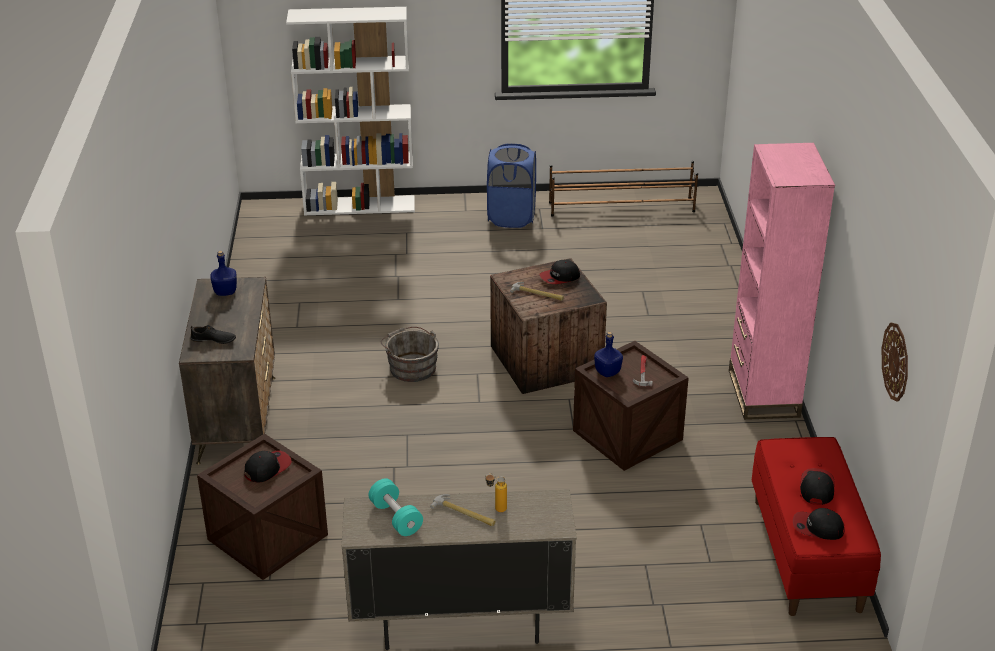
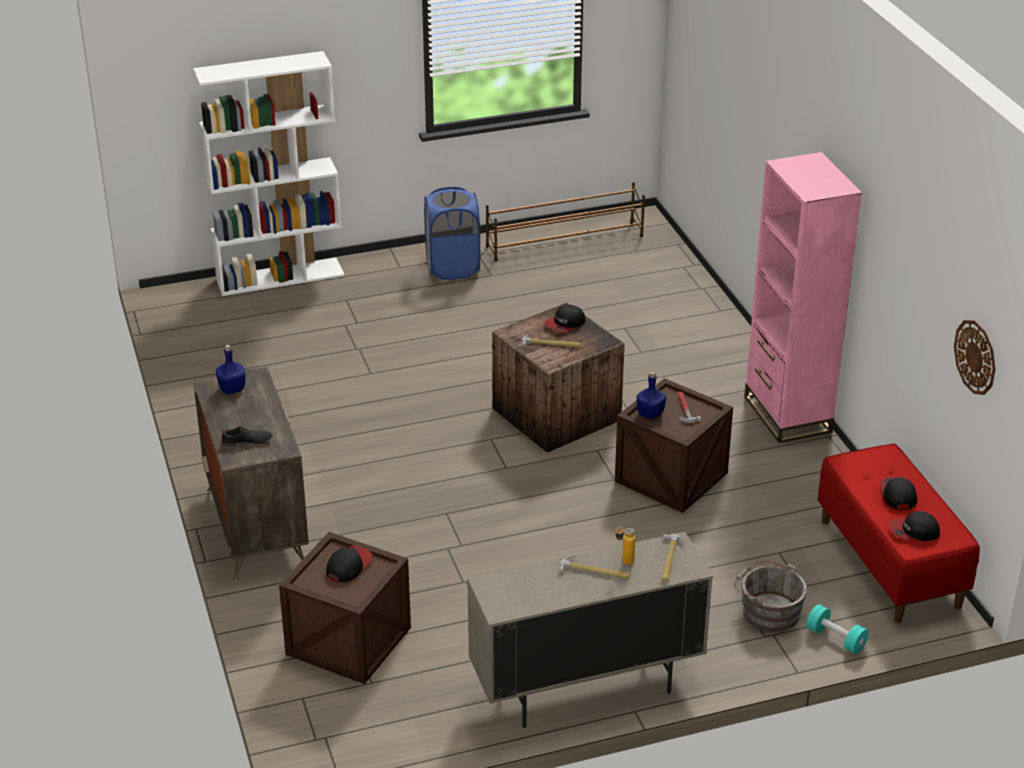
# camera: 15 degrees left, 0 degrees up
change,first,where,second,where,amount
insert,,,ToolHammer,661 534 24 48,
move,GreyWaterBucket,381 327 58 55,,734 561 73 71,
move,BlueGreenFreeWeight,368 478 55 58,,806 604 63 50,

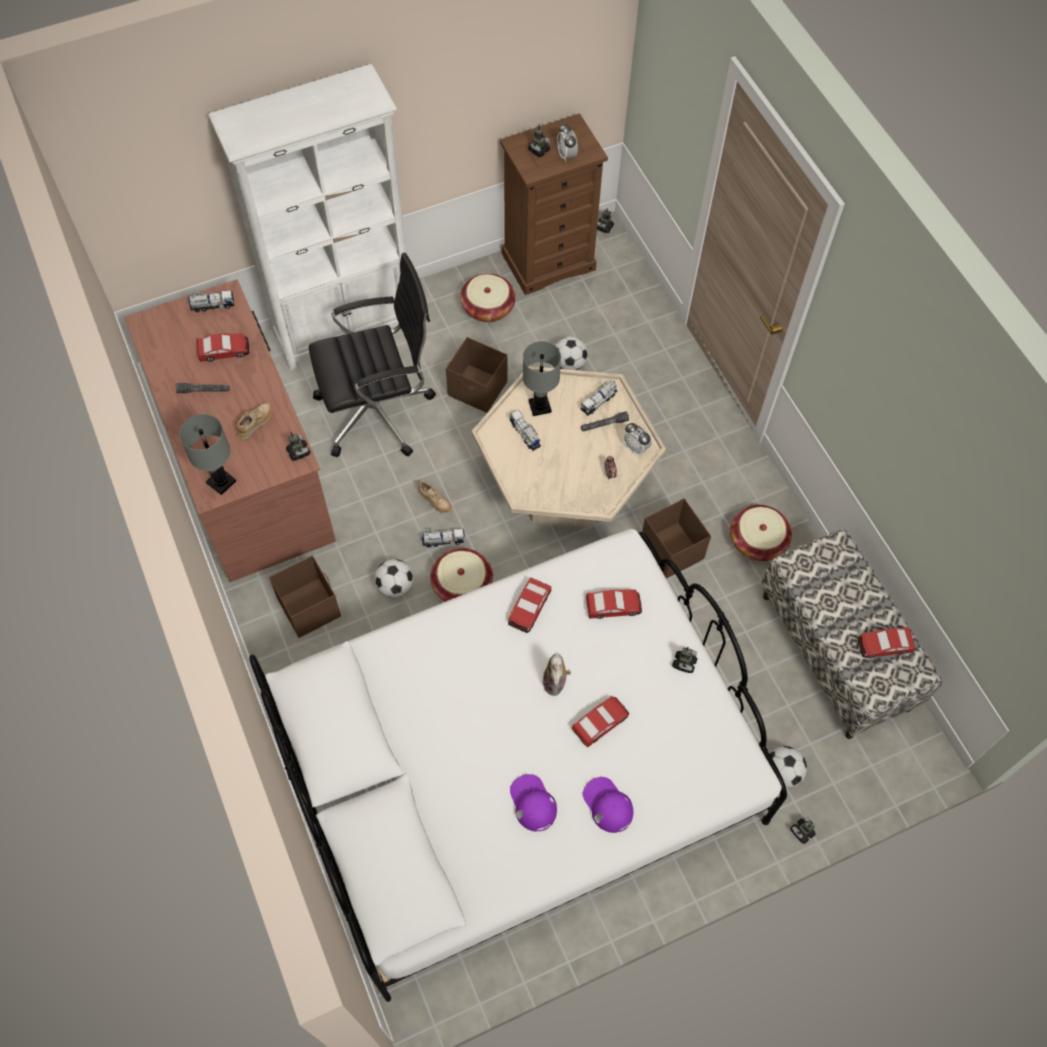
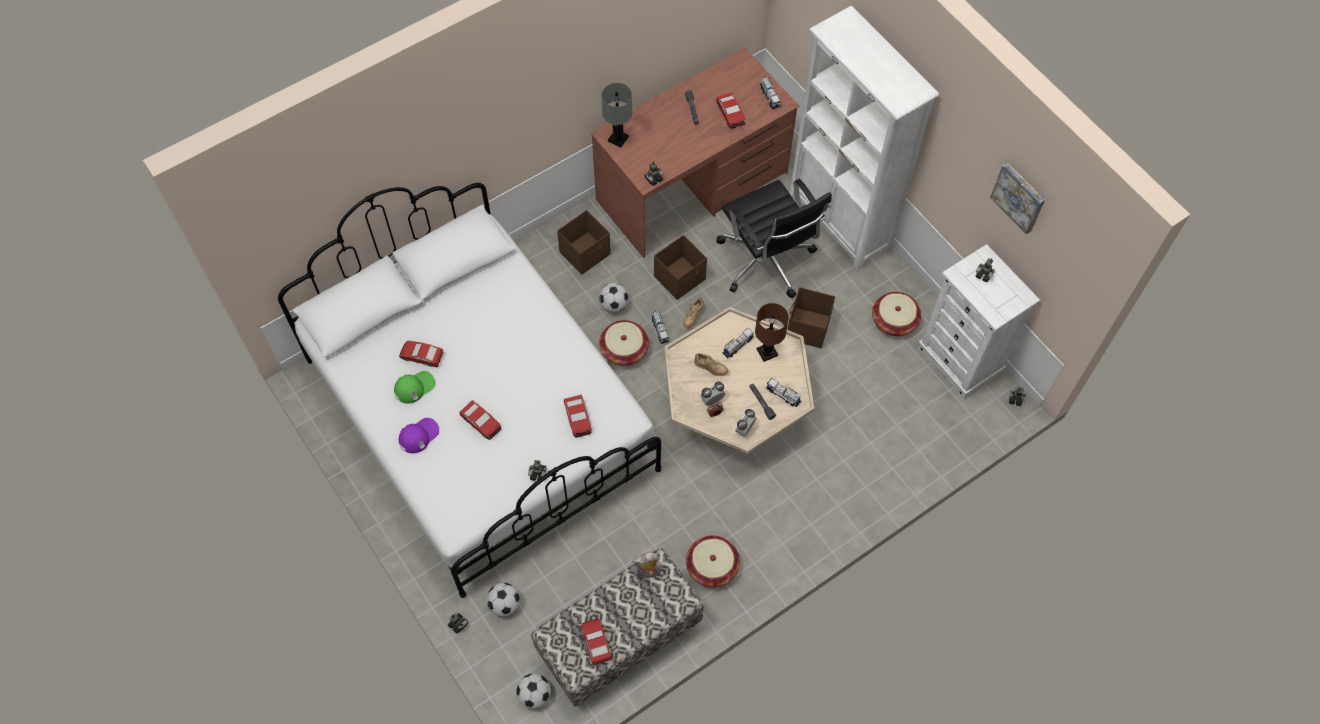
# camera: 80 degrees right, 0 degrees up
change,first,where,second,where,amount
recolor,PurplishBaseballCap,510 774 47 58,GreenishBaseballCap,394 371 41 33,
move,ToyCar,508 577 43 56,,399 340 45 27,
move,FootballBall,555 336 33 34,,516 673 35 36,
move,PlushToy,542 653 29 43,,632 552 29 26,
move,BrownStorageContainer,642 498 69 81,,654 235 53 65,
move,SandColouredItemOfFootwear,237 402 35 38,,694 353 34 23,
move,TableClock,557 124 21 38,,700 382 25 24,
recolor,GreyLampForATable,522 341 39 75,BrownLampForATable,755 303 34 59,
recolor,BrownDresser,500 113 108 182,WhiteDresser,917 244 123 155,
insert,,,Picture,990 162 55 73,

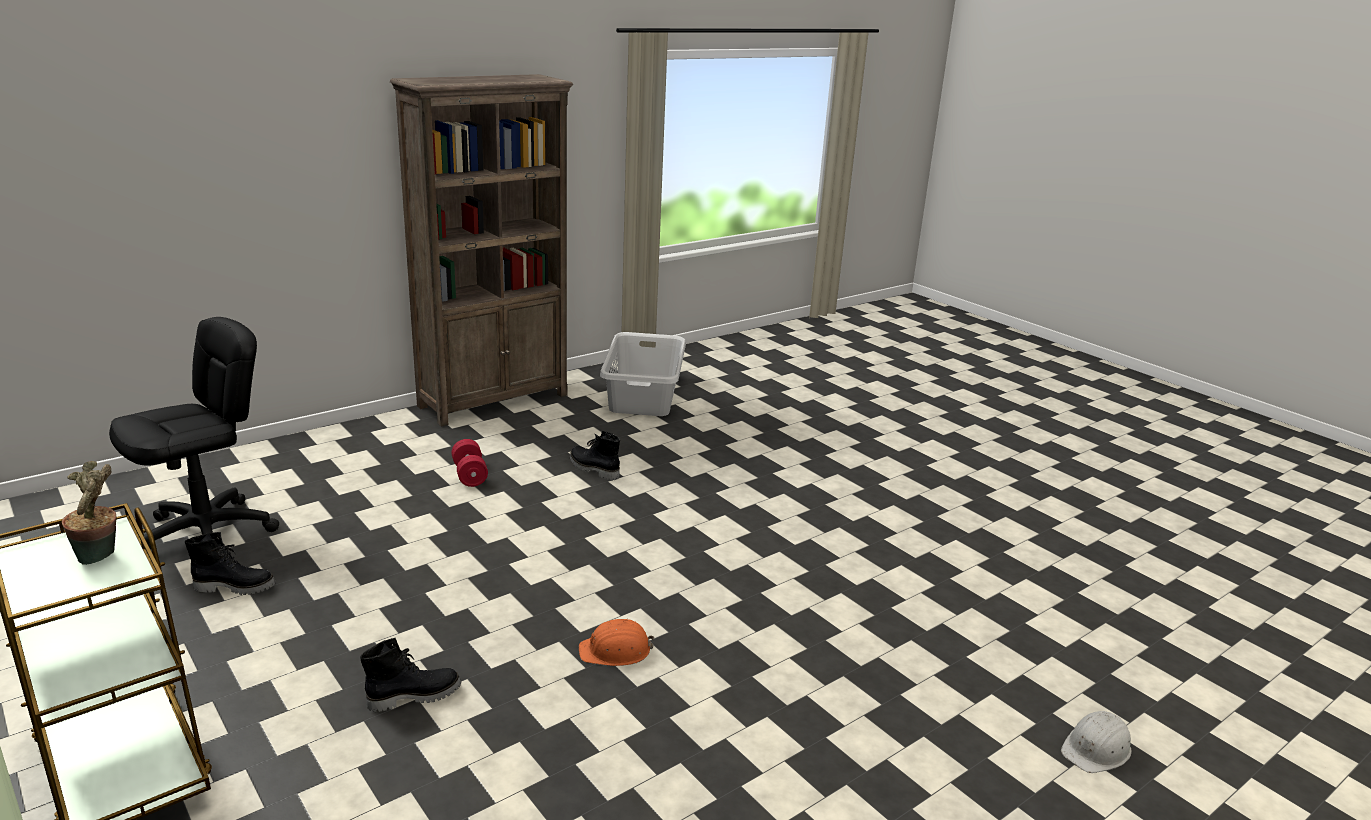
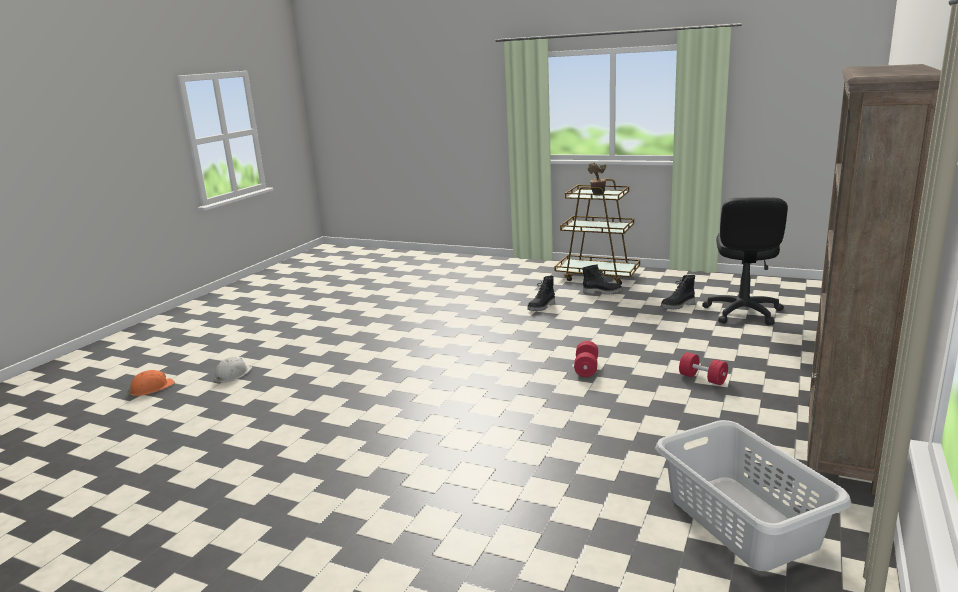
# camera: 155 degrees right, 5 degrees down
change,first,where,second,where,amount
move,OrangeSafetyHelmet,579 619 75 47,,127 370 48 26,
insert,,,ReddishFreeWeight,574 341 24 36,
move,BlackTallBoot,570 431 50 50,,582 264 41 31,

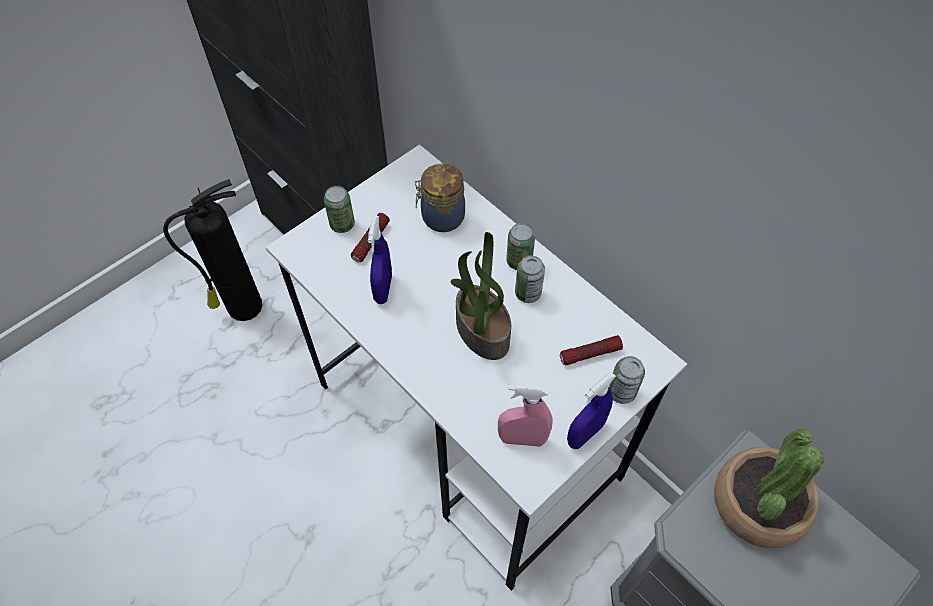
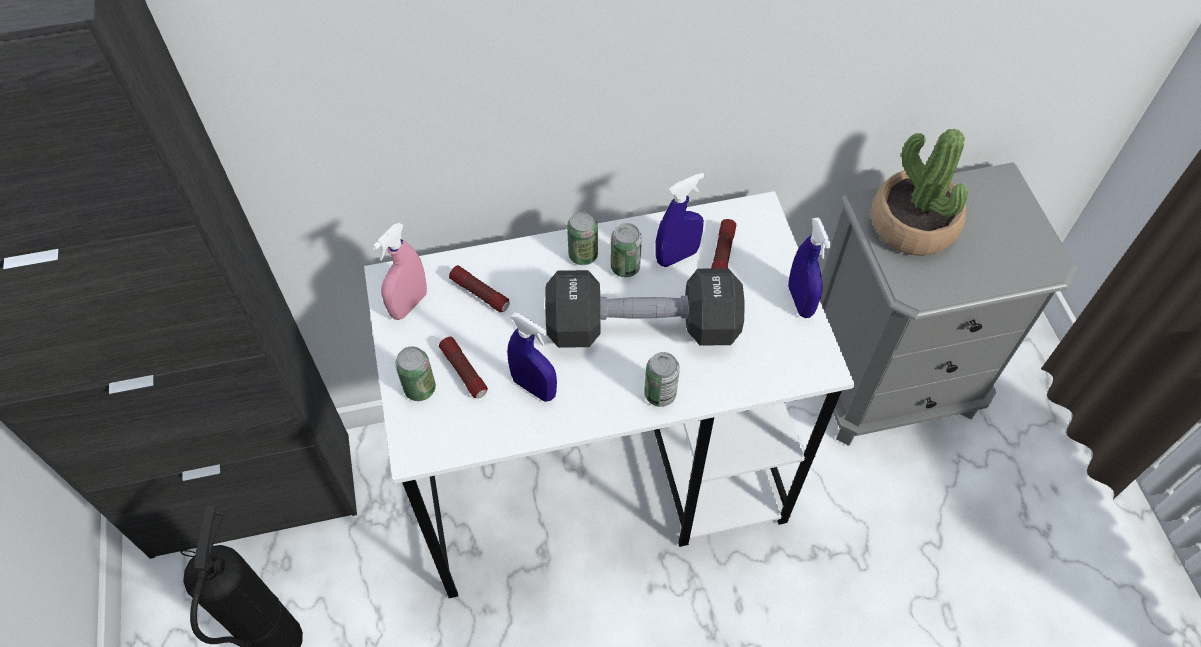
# camera: 60 degrees left, 0 degrees up
change,first,where,second,where,amount
move,PinkSprayBottle,498 384 55 63,,372 223 55 97,
replace,StorageJar,415 164 50 68,Torch,449 265 61 47,
replace,Houseplant,451 232 60 128,BlackFreeWeight,545 268 200 80,
move,MetalCan,609 356 36 48,,644 352 36 55,
insert,,,BluishSprayBottle,655 173 49 94,

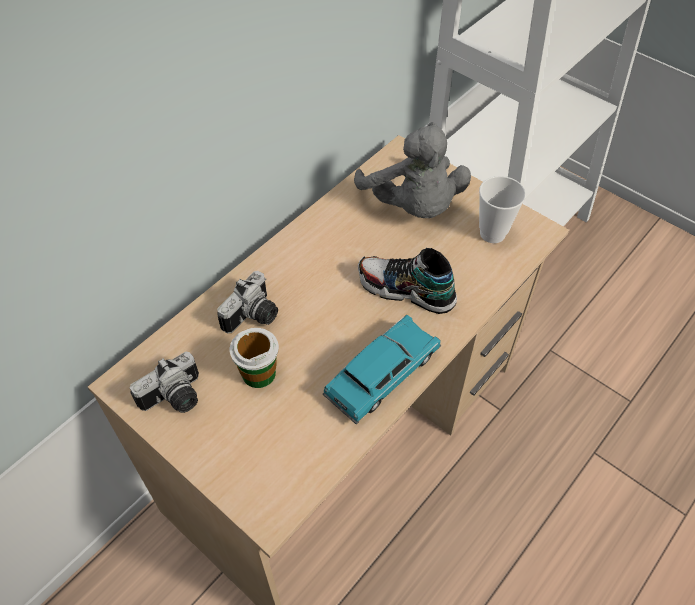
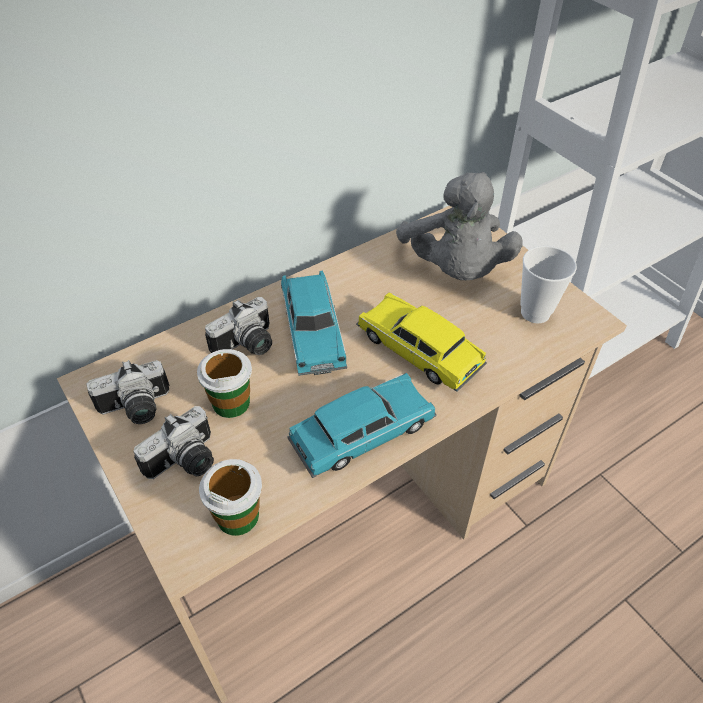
# camera: 15 degrees right, 5 degrees down
change,first,where,second,where,amount
insert,,,PhotoCamera,133 406 81 73,
insert,,,Cup,199 459 63 77,
insert,,,BlueGreenToyCar,281 270 66 106,
replace,ItemOfFootwear,358 248 99 66,YellowToyCar,356 292 131 100,

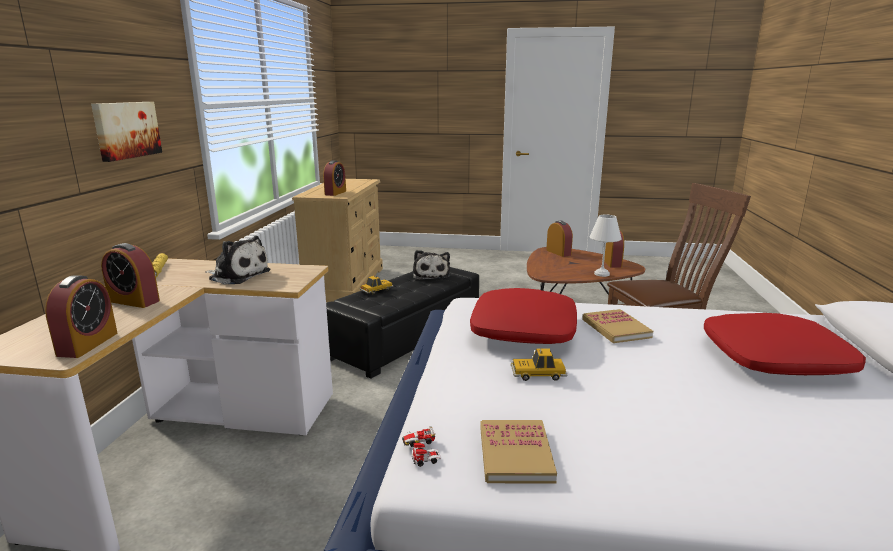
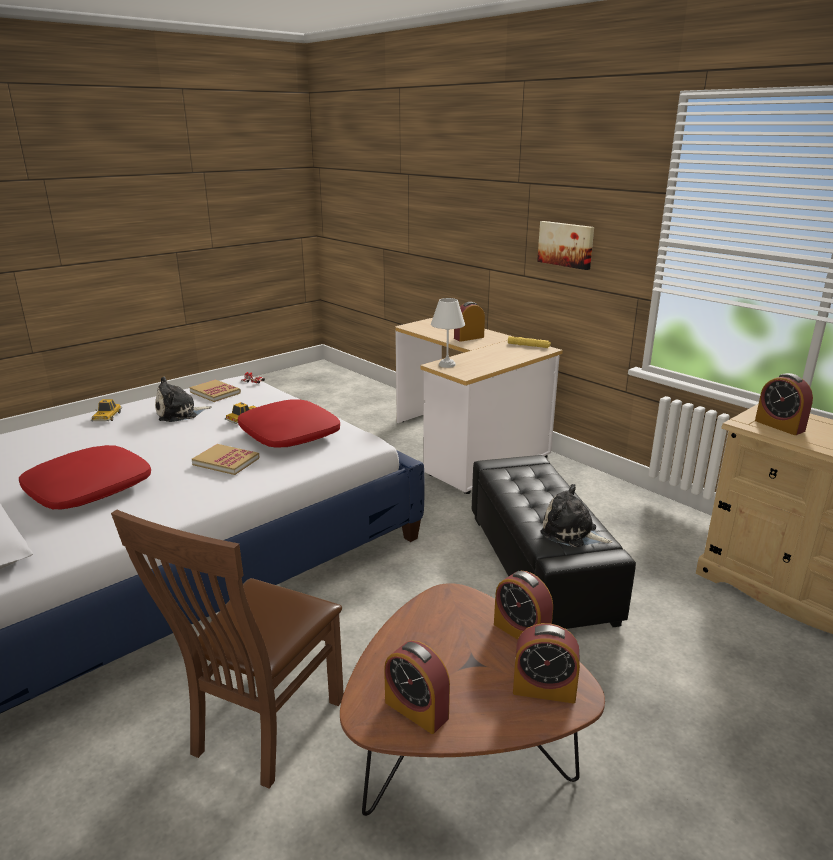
# camera: 130 degrees right, 5 degrees up
change,first,where,second,where,amount
move,ToyCar,360 276 33 18,,91 399 31 22,
move,PlushToy,205 236 66 48,,155 377 57 45,
move,WhiteLampForATable,590 215 32 62,,431 298 34 70,
move,TableClock,45 275 73 83,,494 571 59 69,

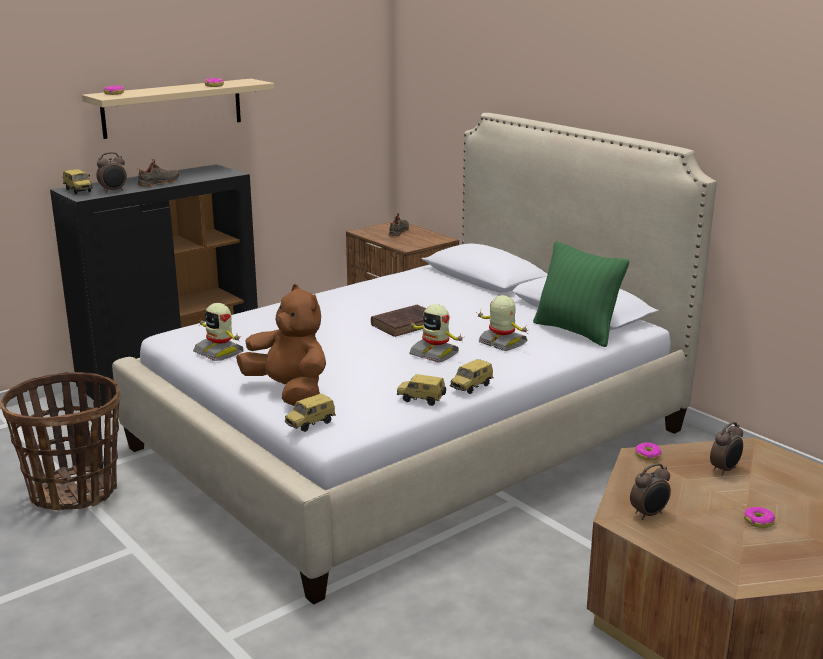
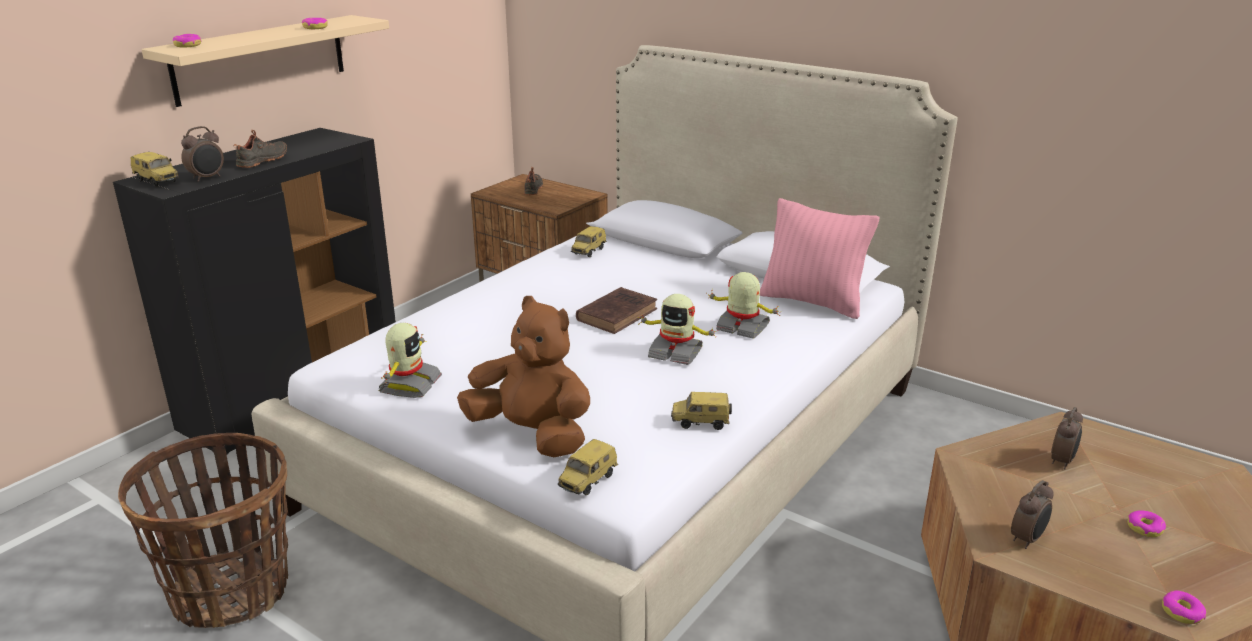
# camera: 15 degrees left, 5 degrees up
change,first,where,second,where,amount
rotate,ModelRobot,193 303 51 58,,378 323 64 75,105 degrees counterclockwise
move,ToyCar,450 359 44 35,,571 226 36 31,
recolor,GreenishPillow,533 241 96 106,PinkPillow,760 198 119 121,
move,Donut,635 442 27 19,,1162 590 44 34,

